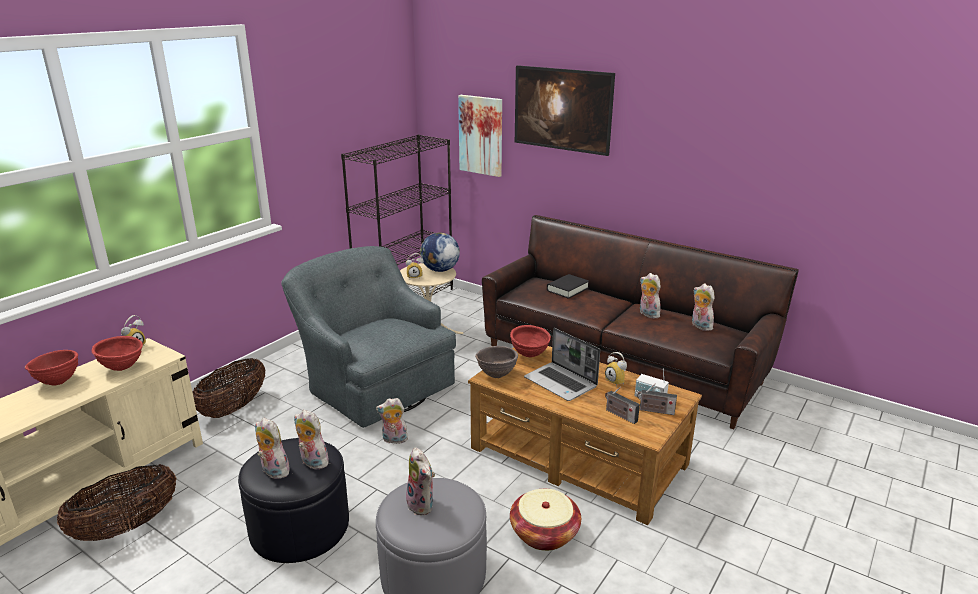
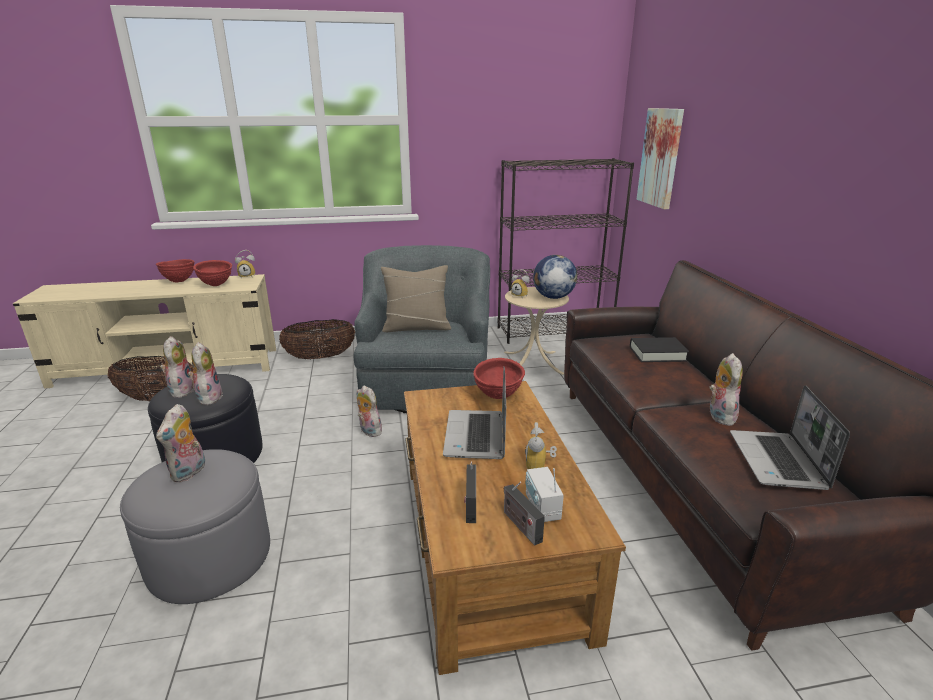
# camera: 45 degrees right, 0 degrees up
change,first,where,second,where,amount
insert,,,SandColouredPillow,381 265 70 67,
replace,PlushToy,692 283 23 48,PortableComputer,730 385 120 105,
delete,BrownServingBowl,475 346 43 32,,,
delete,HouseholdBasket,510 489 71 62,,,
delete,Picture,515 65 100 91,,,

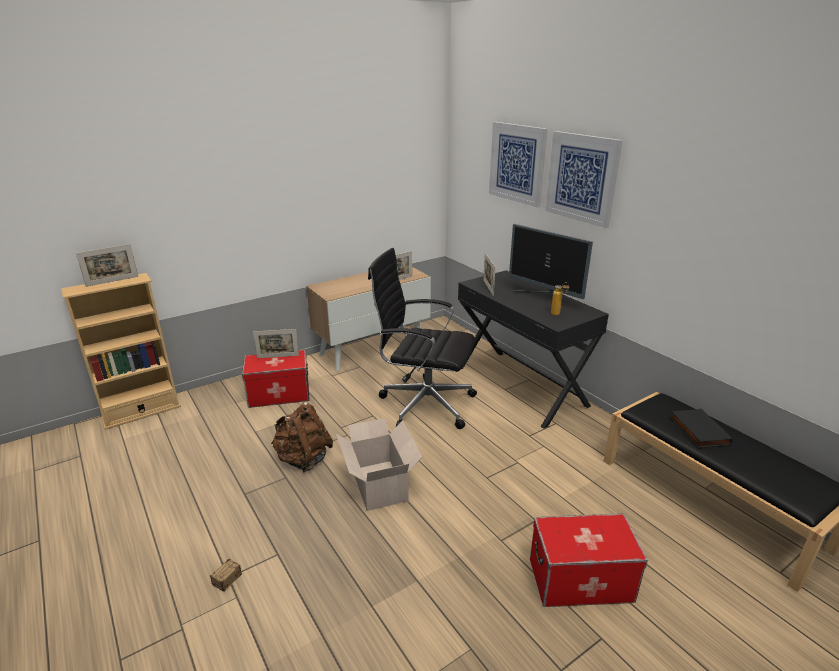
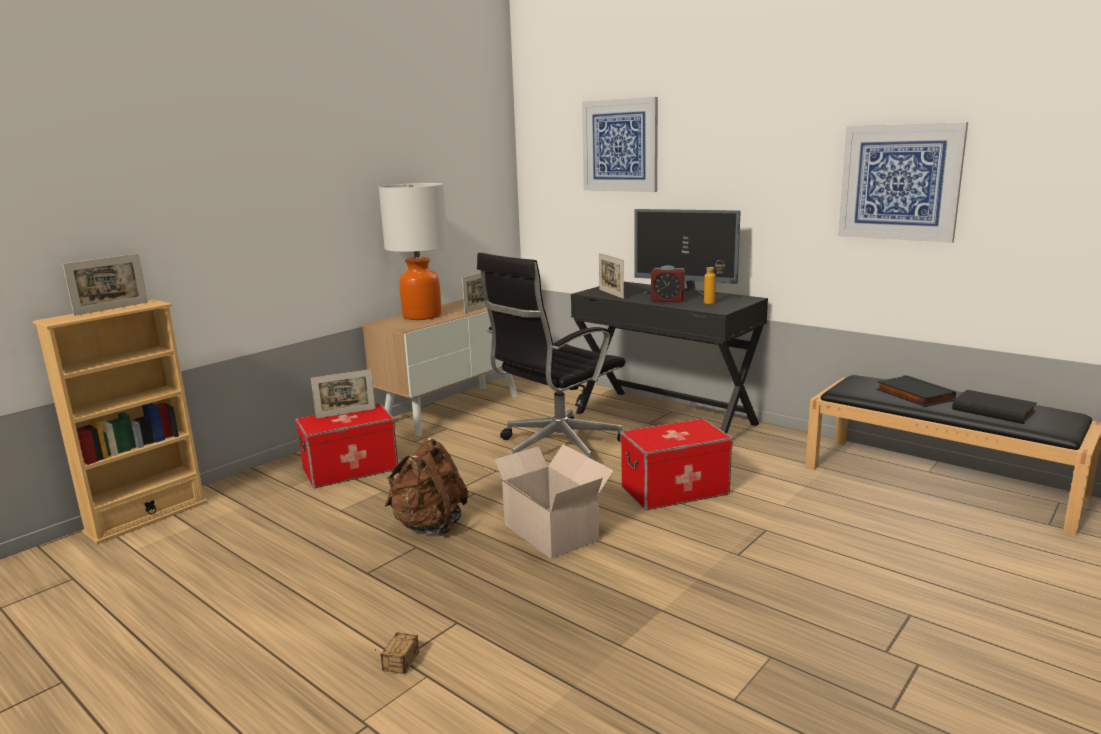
# camera: 15 degrees left, 10 degrees down
change,first,where,second,where,amount
insert,,,LampForATable,379 183 69 137,
rotate,BlackOfficeChair,368 248 109 181,,477 253 148 205,45 degrees counterclockwise
move,StorageContainer,530 514 118 93,,620 418 113 92,
insert,,,TableClock,651 265 34 37,
move,Picture,545 131 78 97,,838 122 130 121,
insert,,,BlackBoundBook,952 390 85 34,

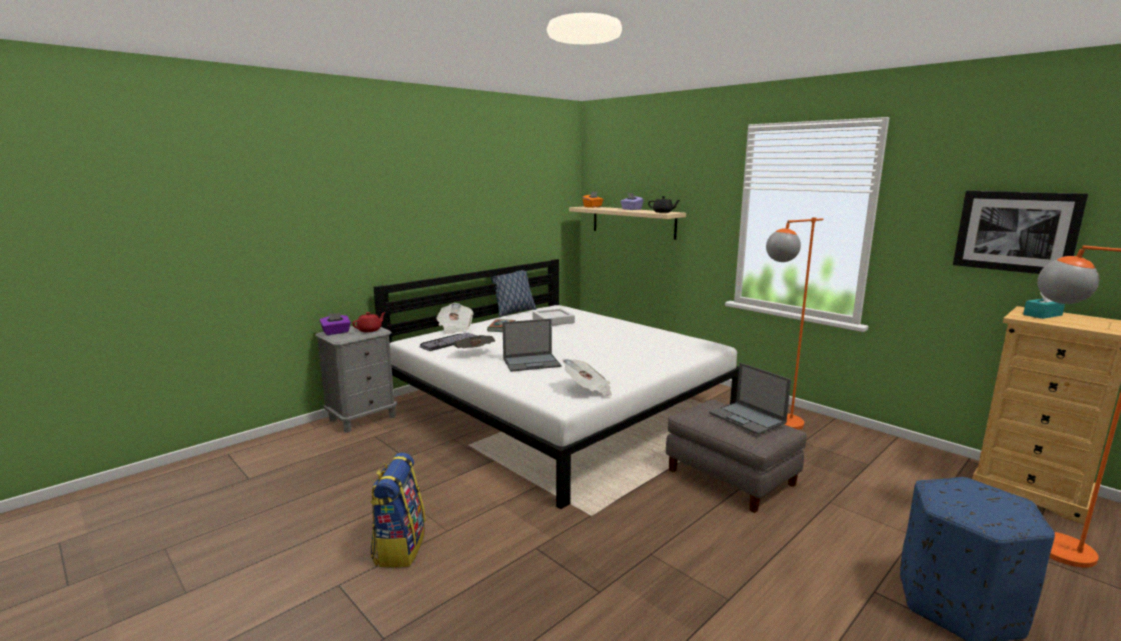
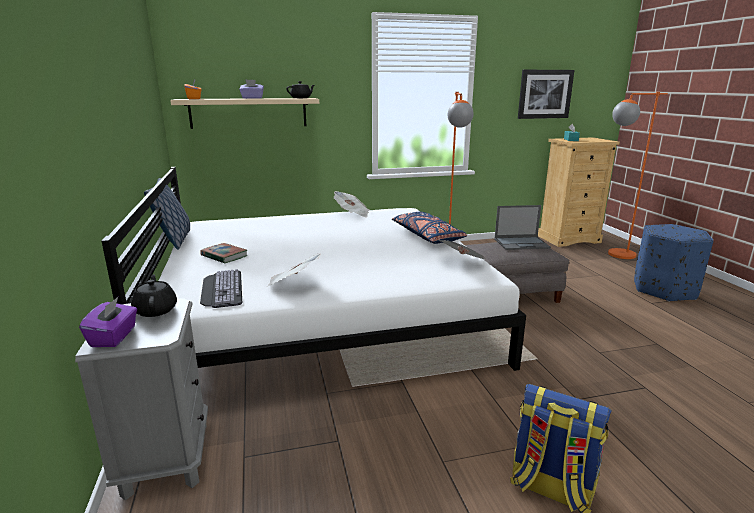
# camera: 60 degrees left, 5 degrees up
change,first,where,second,where,amount
recolor,ReddishPotForTea,352 312 34 20,BlackPotForTea,131 274 46 43,
move,PrintedPaper,436 303 38 31,,334 191 36 26,
insert,,,BluishPillow,392 212 75 32,
delete,PortableComputer,502 319 59 53,,,
delete,GreyTray,533 308 42 18,,,

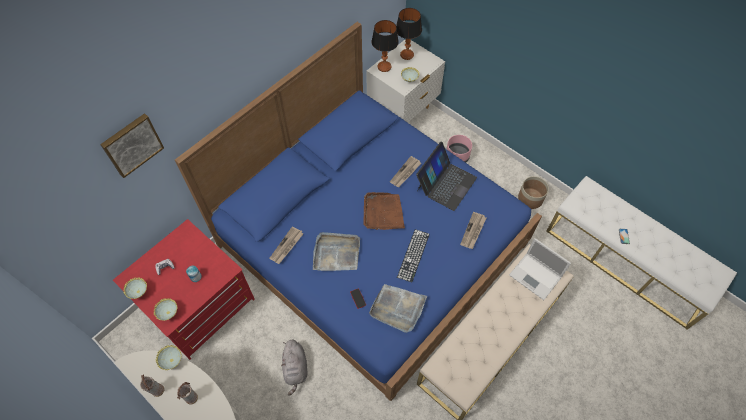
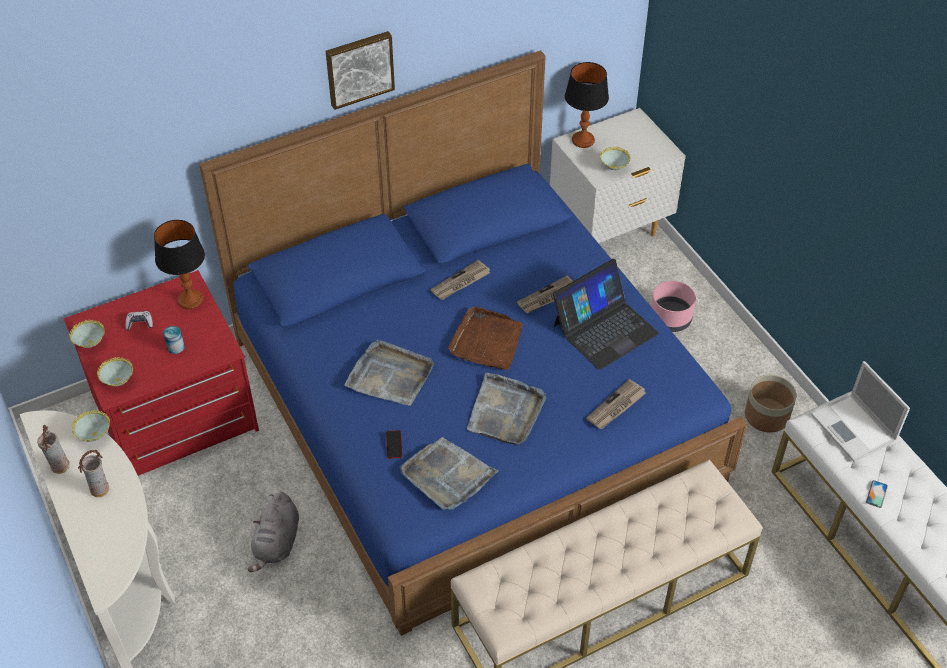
# camera: 20 degrees right, 10 degrees down
change,first,where,second,where,amount
move,LampForATable,396 8 26 52,,154 220 51 89,
move,Picture,100 113 64 65,,326 31 69 79,
move,PrintedPaper,269 226 34 38,,430 260 60 40,
replace,PcKeyboard,397 229 33 53,GreyTray,467 373 80 72,
move,PortableComputer,509 238 62 62,,811 361 99 101,

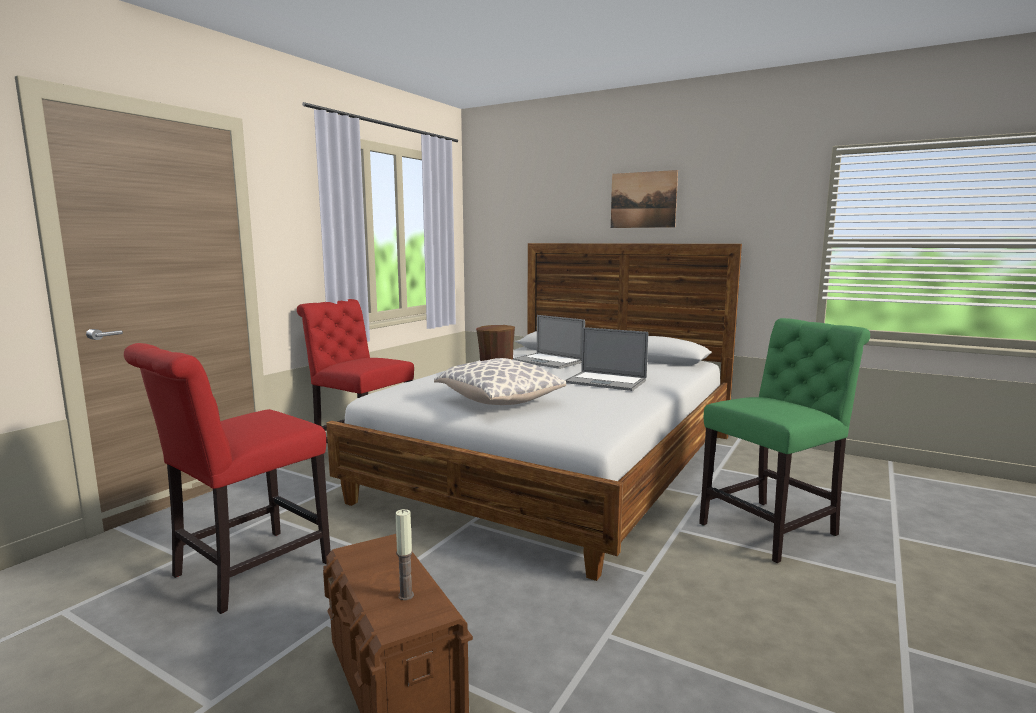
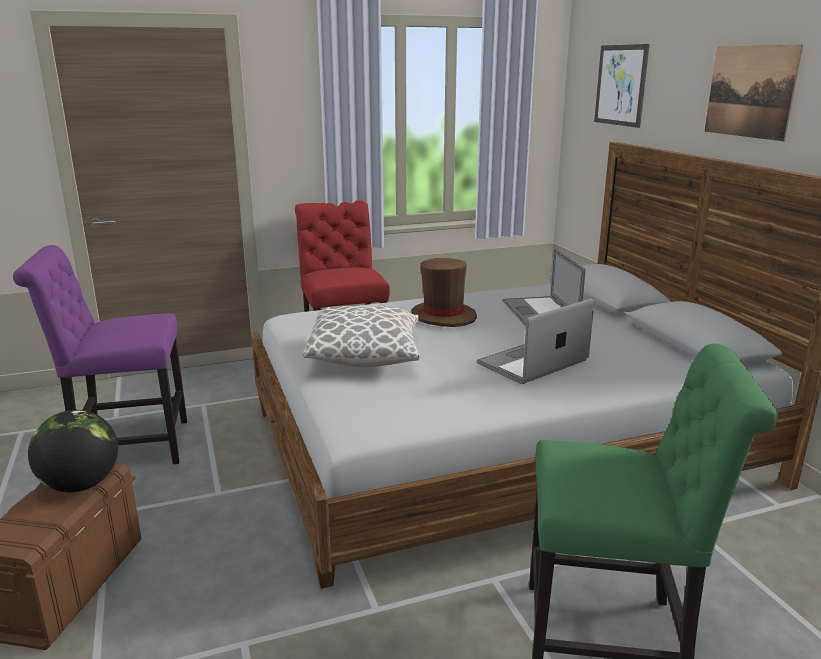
# camera: 40 degrees right, 10 degrees up
change,first,where,second,where,amount
recolor,ReddishPlainChair,124 343 207 271,PurplishPlainChair,13 245 174 219,
insert,,,WorldGlobe,28 410 90 82,
rotate,PortableComputer,565 327 83 64,,477 298 117 86,75 degrees clockwise
insert,,,Picture,594 44 56 84,
delete,Candle,395 509 19 91,,,

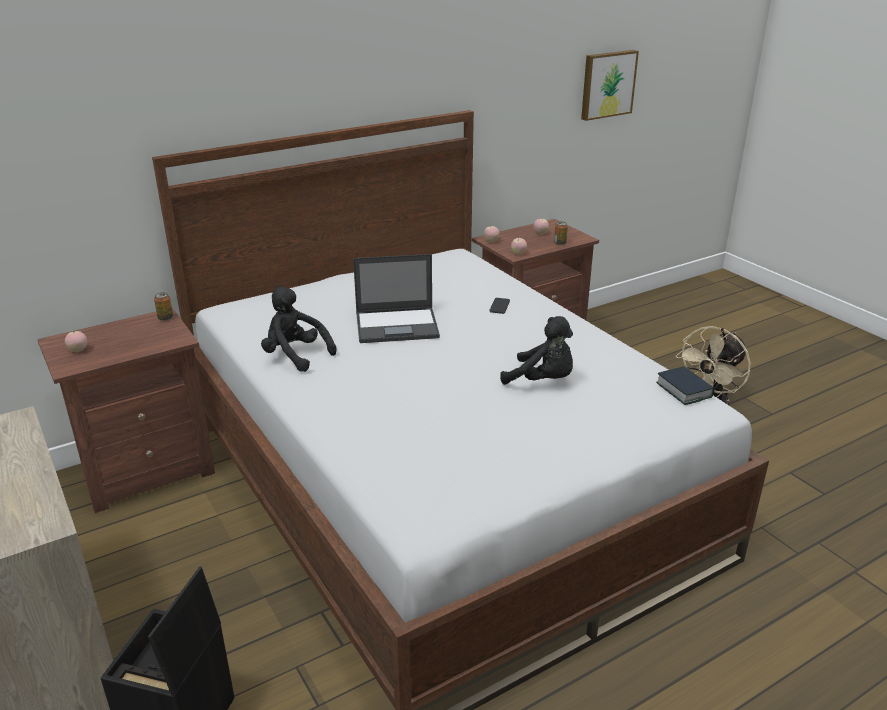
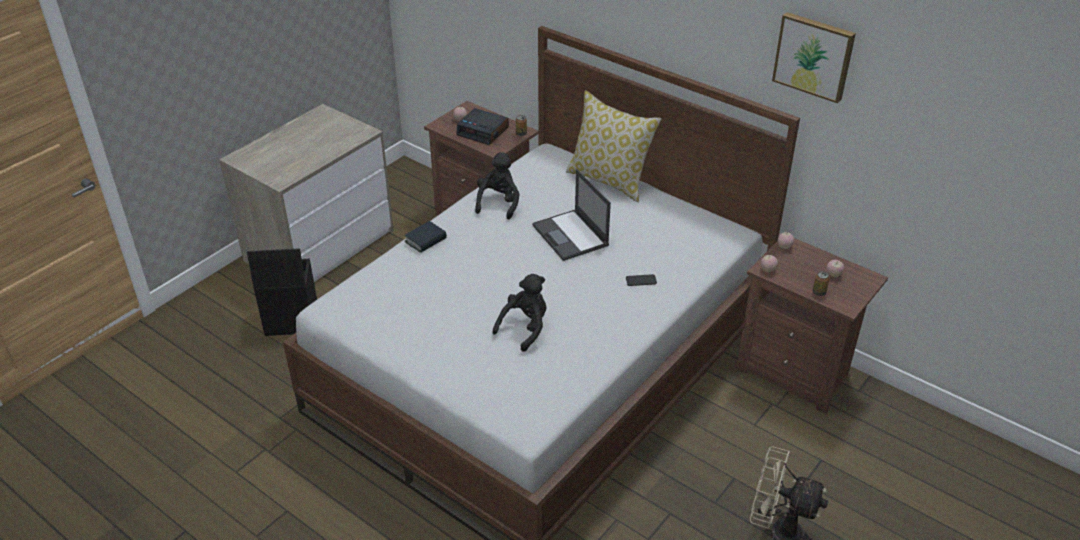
# camera: 70 degrees right, 10 degrees up
change,first,where,second,where,amount
move,BoundBook,656 366 58 39,,404 221 43 32,
insert,,,TableClock,456 108 53 37,
rotate,BlackPlushToy,500 316 73 69,,492 274 54 78,150 degrees counterclockwise
insert,,,Pillow,566 90 95 112,
move,Picture,581 50 58 71,,772 12 84 91,

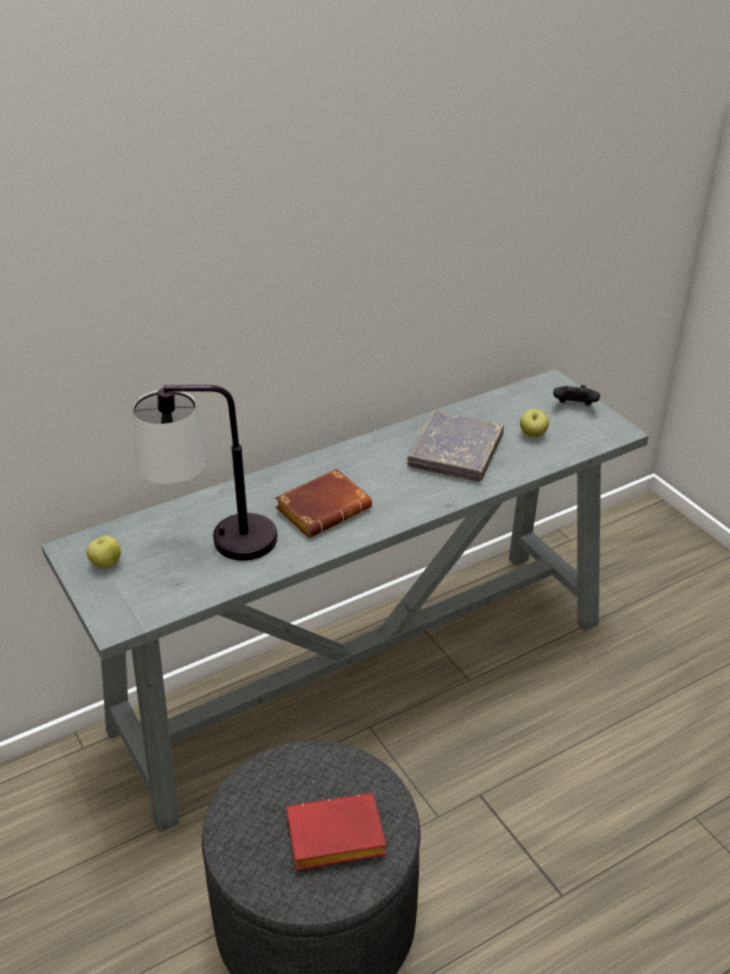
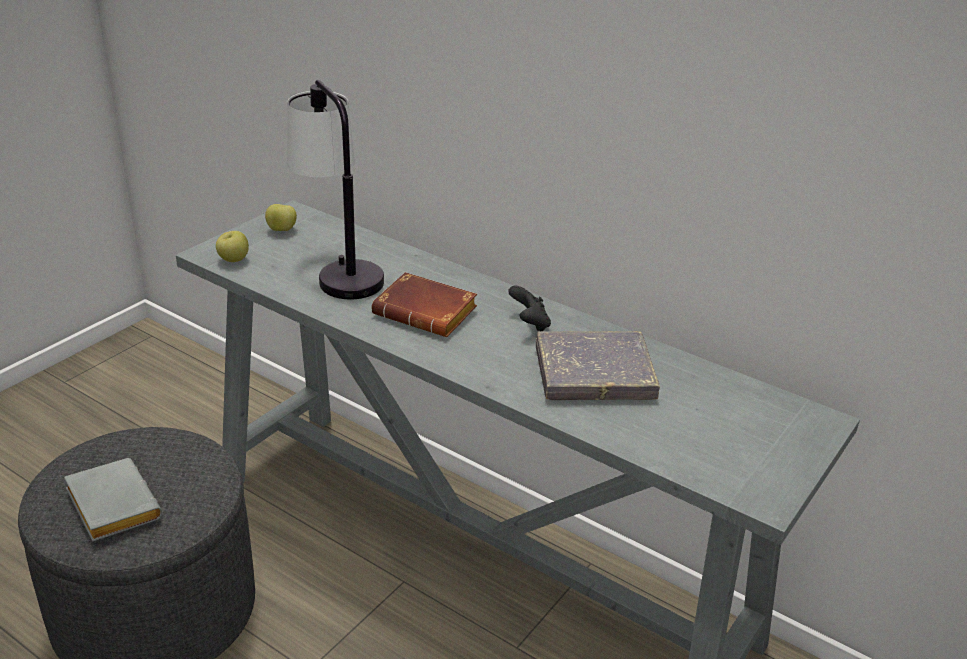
# camera: 65 degrees right, 5 degrees down
change,first,where,second,where,amount
recolor,ReddishBoundBook,287 793 99 77,GreyBoundBook,64 458 98 84,
move,Apple,520 409 29 28,,216 231 33 31,
move,BlackGameController,553 385 47 21,,508 286 43 45,

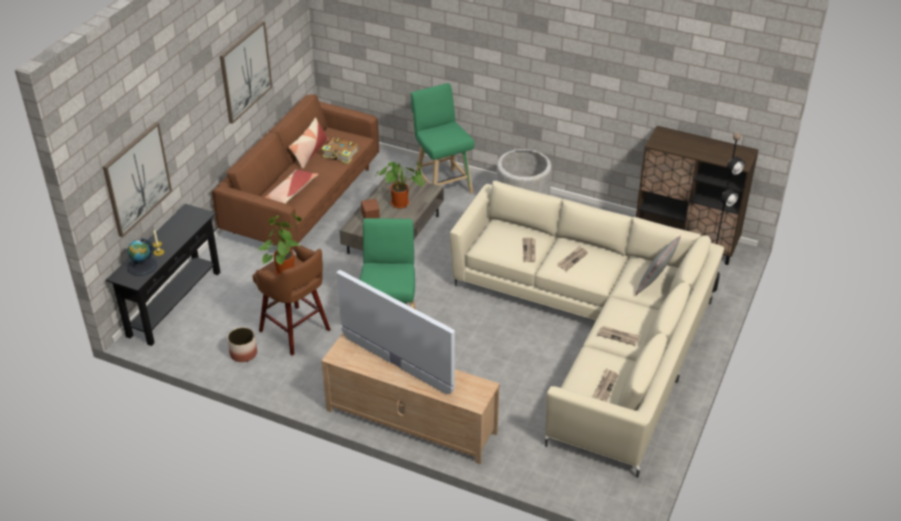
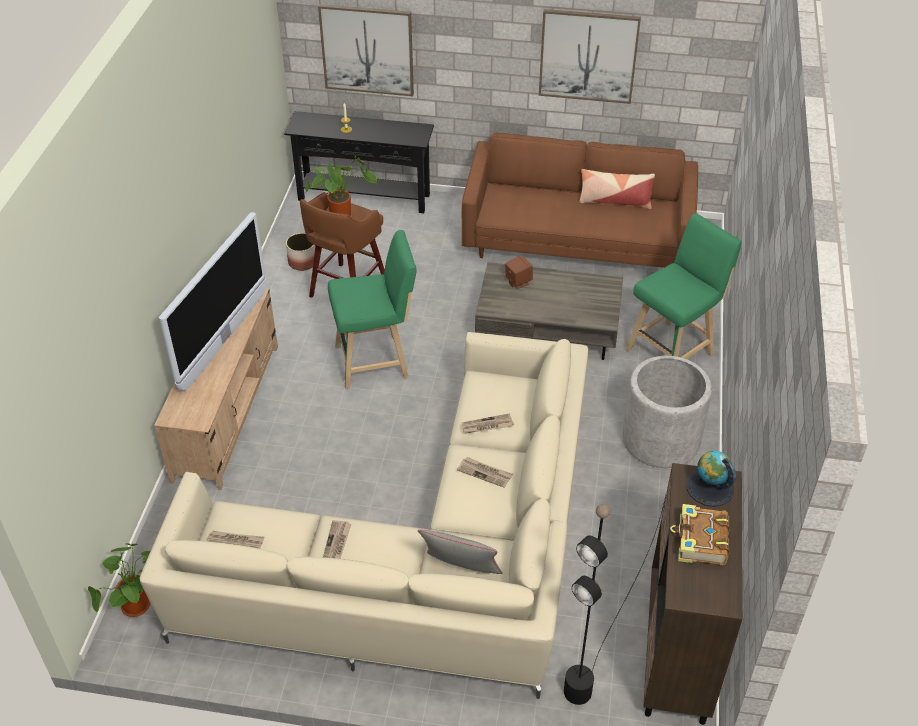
# camera: 75 degrees right, 5 degrees up
change,first,where,second,where,amount
move,Houseplant,376 161 48 48,,88 543 62 74,
move,BoundBook,322 137 37 27,,670 504 60 62,
move,WorldGlobe,127 238 30 38,,686 451 50 56,
delete,Pillow,265 170 53 34,,,

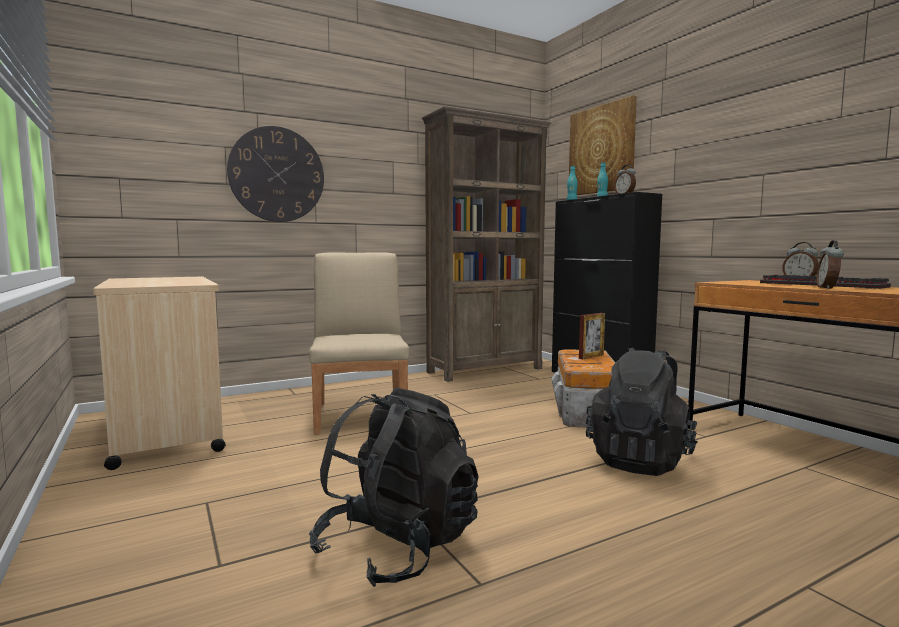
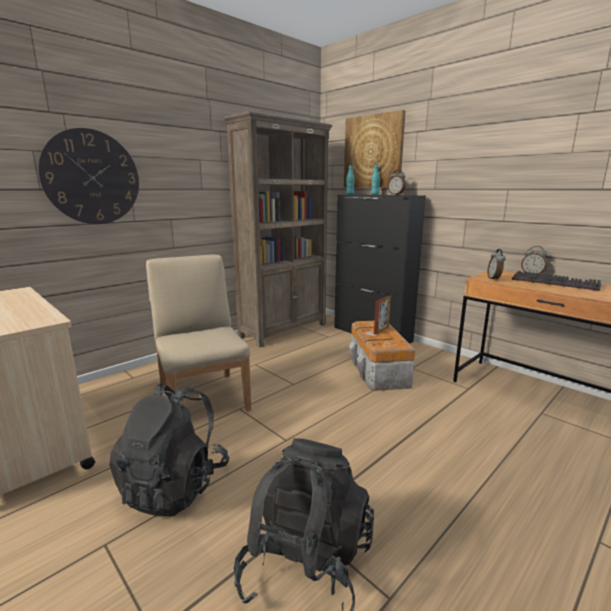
# camera: 15 degrees left, 10 degrees up
change,first,where,second,where,amount
move,BlackKnapsack,586 348 112 128,,109 383 120 134,
move,TableClock,816 240 28 49,,487 249 19 32,

